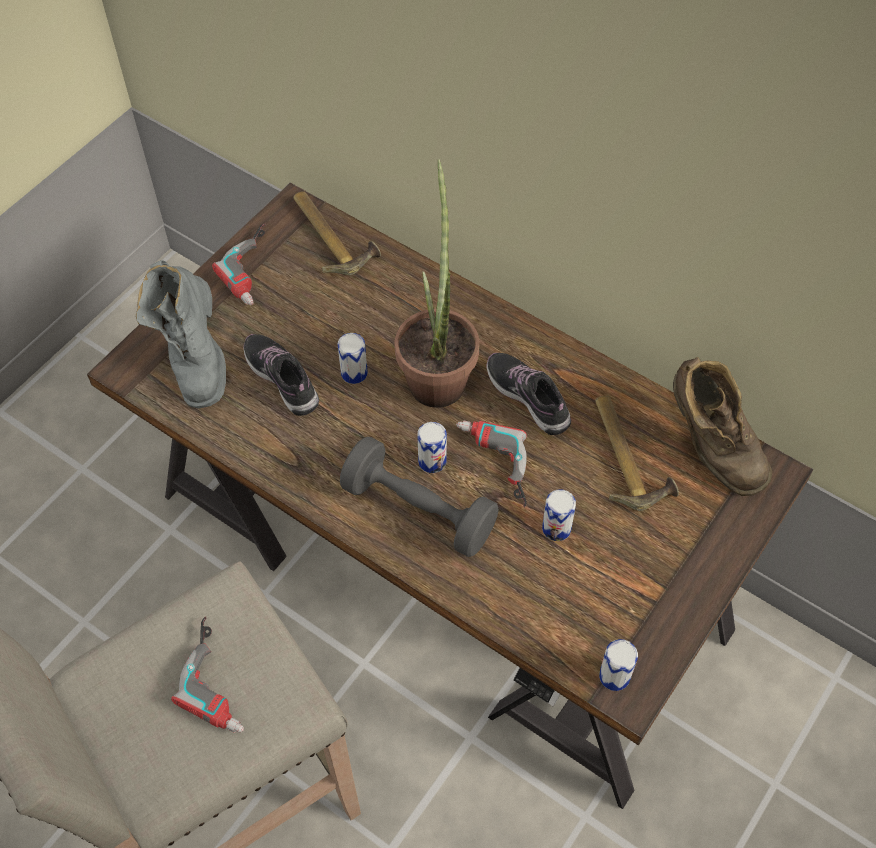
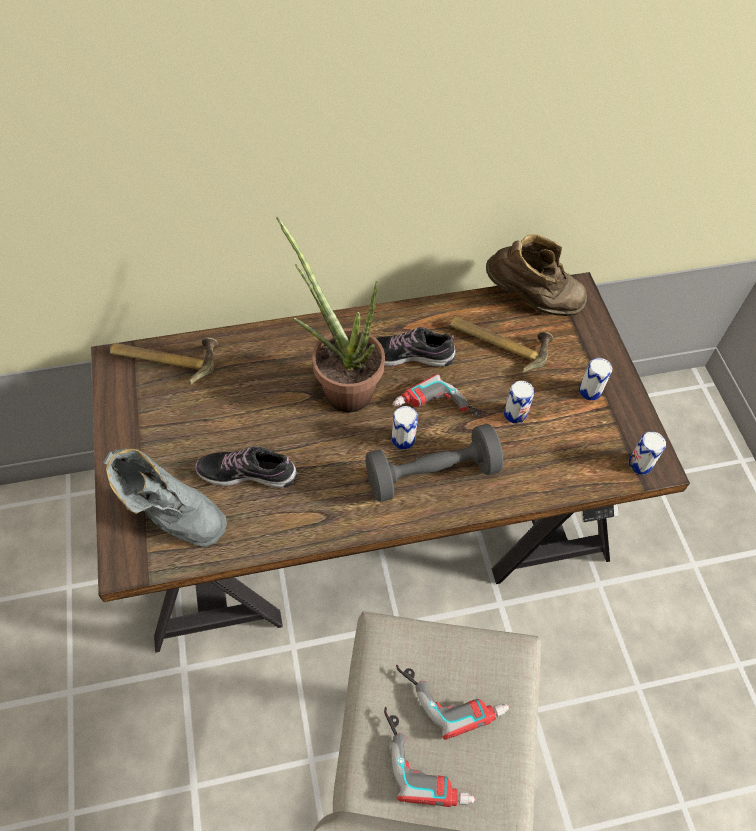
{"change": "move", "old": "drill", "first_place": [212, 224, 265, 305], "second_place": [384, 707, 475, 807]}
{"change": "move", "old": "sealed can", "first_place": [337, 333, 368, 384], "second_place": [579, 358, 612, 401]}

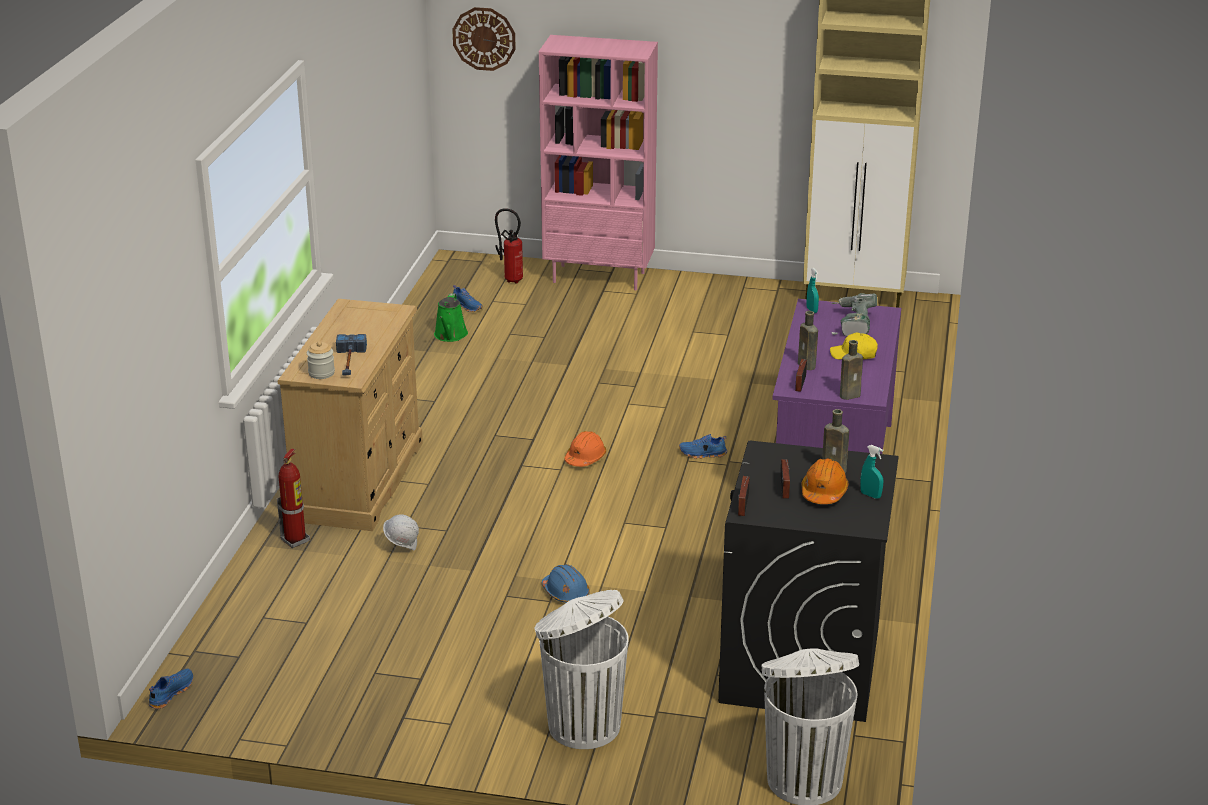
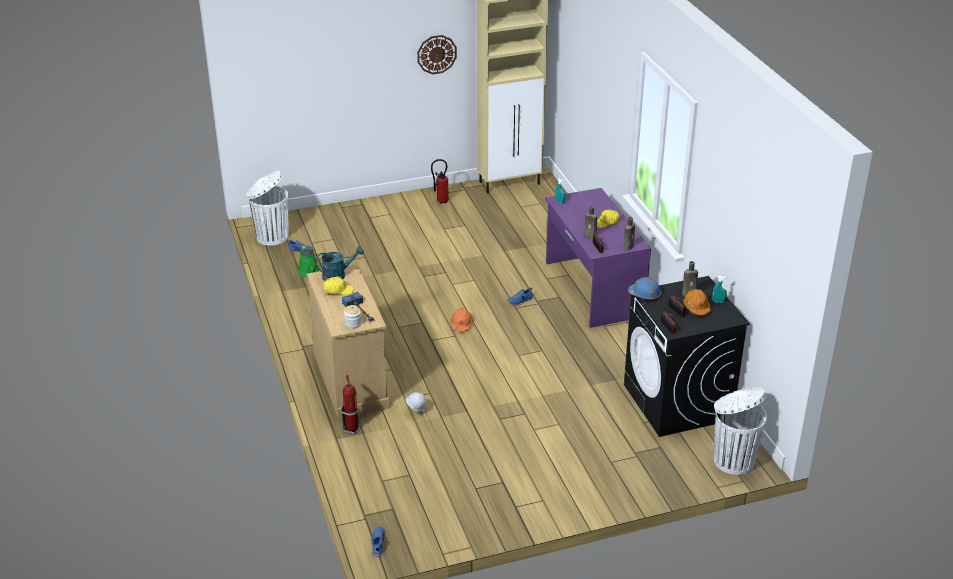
{"change": "move", "old": "hanging clock", "first_place": [452, 7, 516, 71], "second_place": [417, 35, 457, 74]}
{"change": "delete", "old": "bookcase/pinkish", "first_place": [539, 35, 658, 290]}
{"change": "move", "old": "fire-fighting cylinder", "first_place": [495, 208, 523, 284], "second_place": [431, 159, 449, 204]}
{"change": "delete", "old": "drill", "first_place": [832, 293, 877, 336]}
{"change": "move", "old": "work helmet/blue-coloured", "first_place": [542, 564, 589, 603], "second_place": [628, 277, 662, 300]}
{"change": "move", "old": "waste bin/white-coloured", "first_place": [534, 590, 629, 749], "second_place": [246, 171, 289, 246]}
{"change": "insert", "new": "sprinkling can/turquoise-coloured", "second_place": [315, 246, 364, 281]}
{"change": "insert", "new": "baseball cap/yellow-coloured", "second_place": [324, 276, 354, 295]}

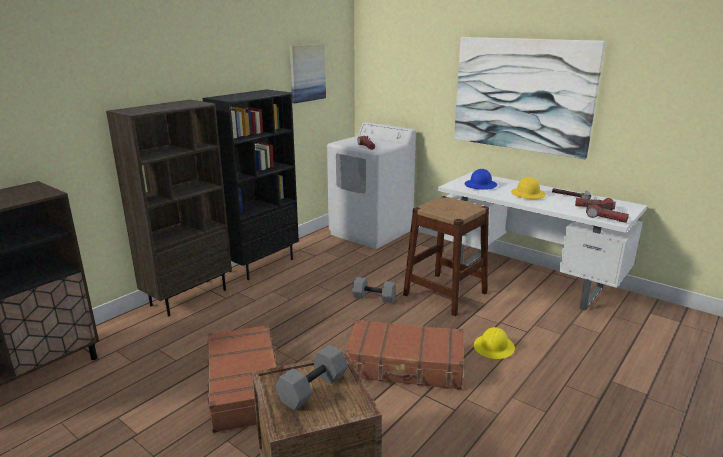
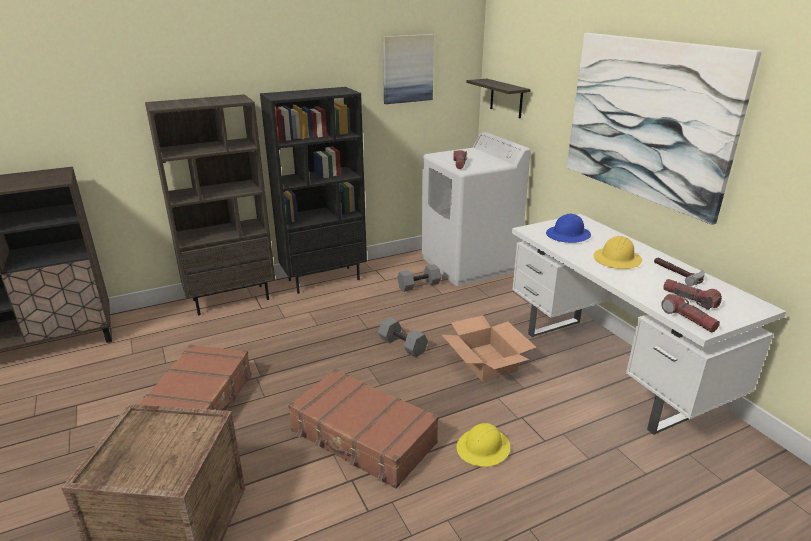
{"change": "replace", "old": "stool seat/brown-coloured", "new": "carton", "first_place": [403, 196, 489, 316], "second_place": [442, 315, 536, 381]}
{"change": "move", "old": "hand weight/gray", "first_place": [275, 345, 348, 411], "second_place": [397, 264, 441, 292]}
{"change": "insert", "new": "shelf", "second_place": [466, 79, 531, 118]}

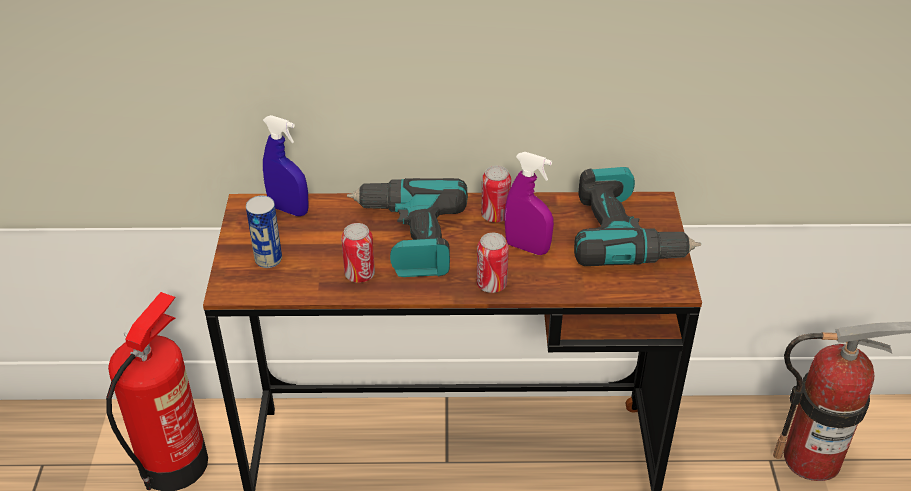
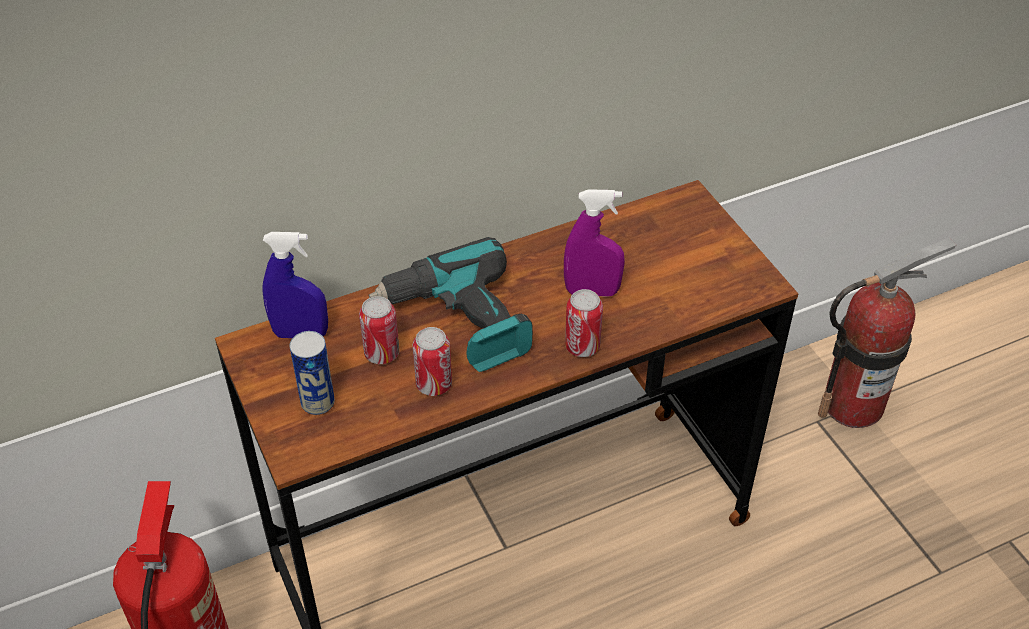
{"change": "move", "old": "sealed can", "first_place": [481, 165, 511, 222], "second_place": [359, 296, 400, 364]}
{"change": "delete", "old": "drill", "first_place": [574, 167, 701, 266]}

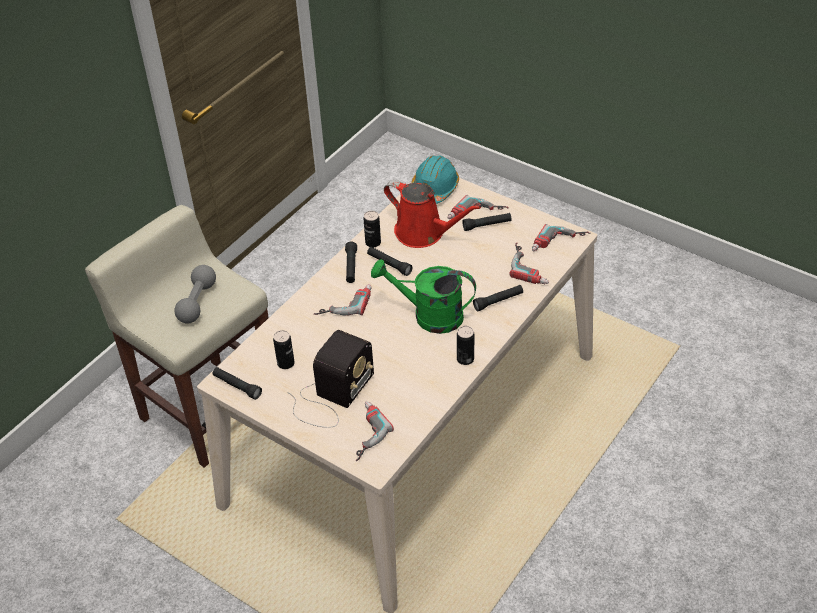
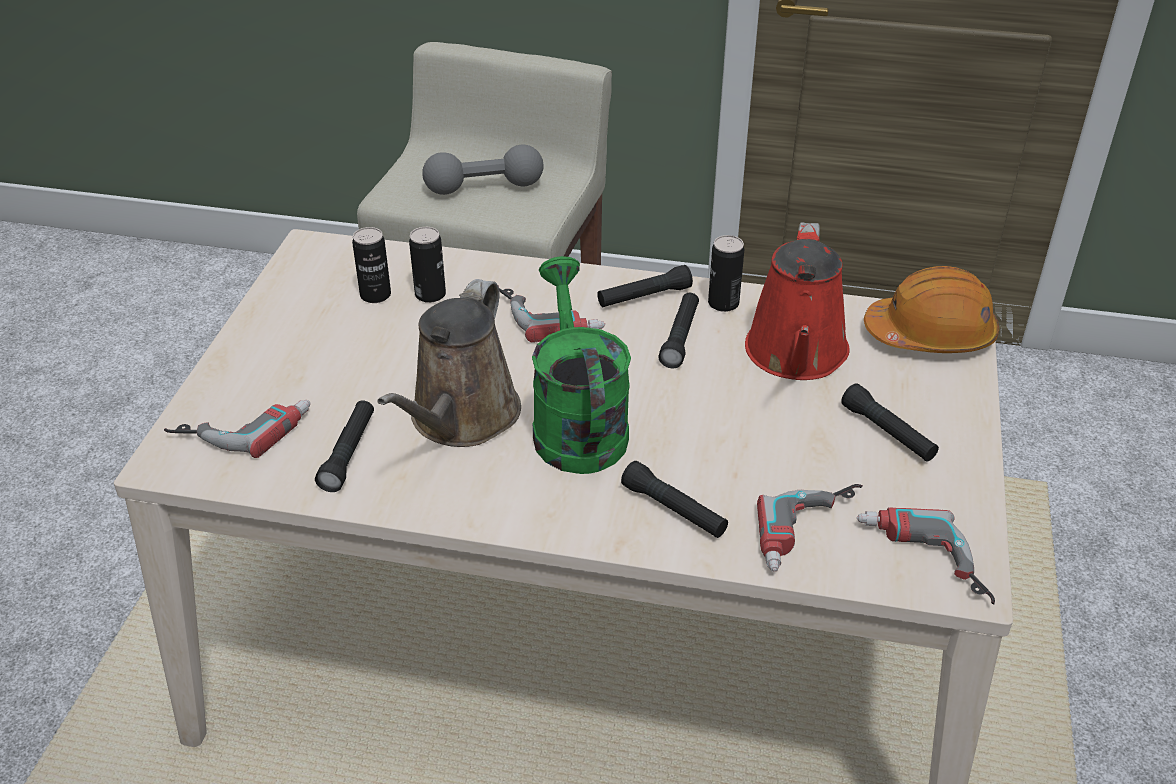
{"change": "recolor", "old": "work helmet/turquoise-coloured", "new": "work helmet/orange-coloured", "first_place": [411, 155, 459, 204], "second_place": [864, 266, 999, 353]}
{"change": "delete", "old": "drill", "first_place": [448, 195, 508, 219]}
{"change": "move", "old": "sealed can", "first_place": [457, 326, 474, 365], "second_place": [409, 227, 446, 303]}
{"change": "delete", "old": "radio", "first_place": [287, 330, 374, 428]}
{"change": "move", "old": "torch/black", "first_place": [213, 367, 262, 400], "second_place": [315, 401, 374, 492]}
{"change": "insert", "new": "sprinkling can/brown-coloured", "second_place": [378, 279, 521, 447]}

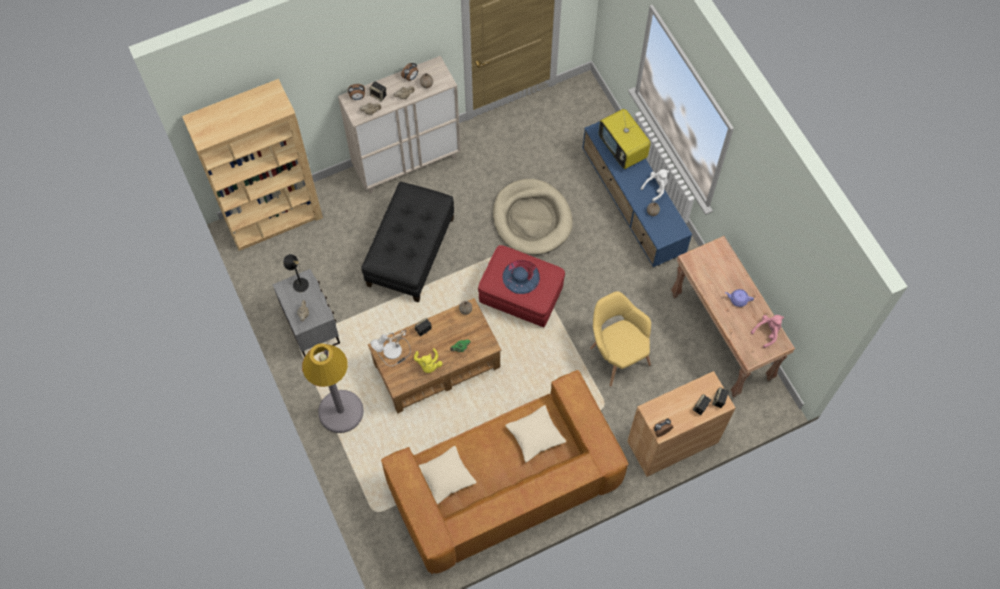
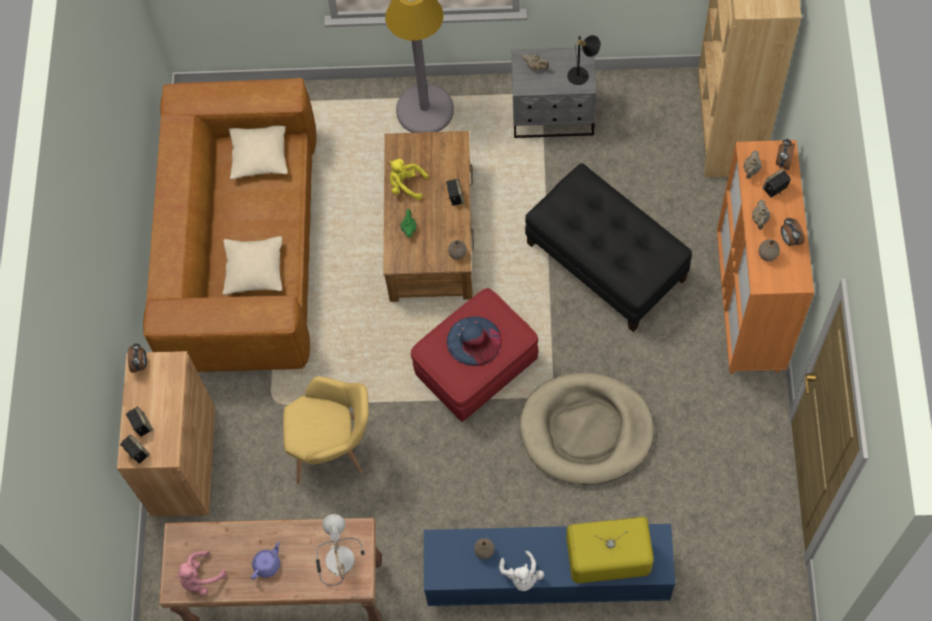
{"change": "recolor", "old": "storage cabinet/sand-coloured", "new": "storage cabinet/orange-coloured", "first_place": [338, 56, 461, 194], "second_place": [717, 140, 814, 374]}
{"change": "rotate", "old": "cuddly toy/pinkish", "first_place": [751, 315, 784, 348], "second_place": [175, 551, 227, 596], "degrees": 60}
{"change": "move", "old": "tabletop lamp", "first_place": [370, 329, 411, 366], "second_place": [316, 514, 365, 586]}

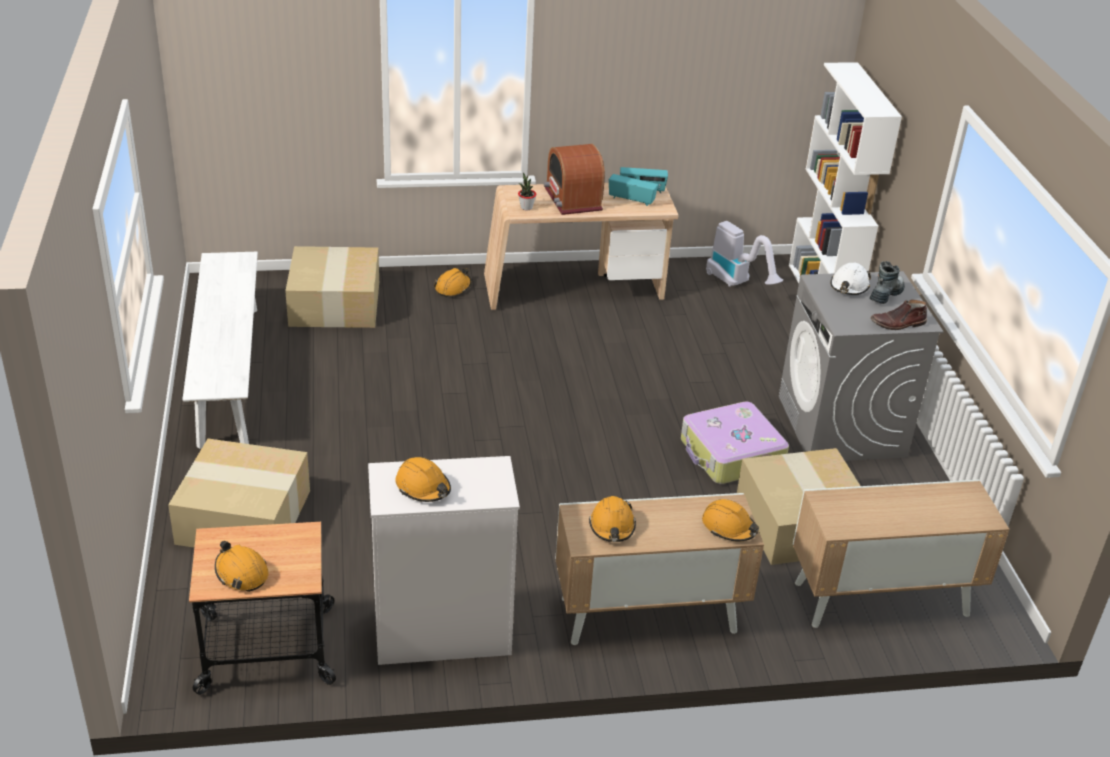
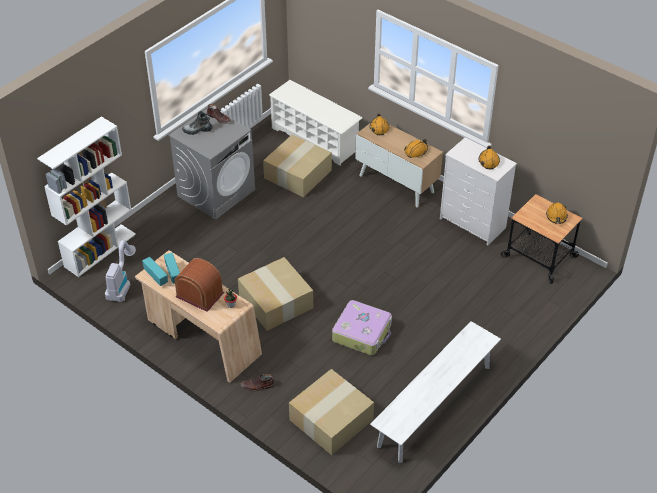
{"change": "rotate", "old": "radio", "first_place": [544, 144, 605, 215], "second_place": [175, 258, 224, 312], "degrees": -90}
{"change": "delete", "old": "work helmet/white-coloured", "first_place": [830, 263, 871, 295]}
{"change": "replace", "old": "work helmet/orange-coloured", "new": "boot/brown-coloured", "first_place": [434, 268, 471, 297], "second_place": [241, 374, 275, 391]}
{"change": "move", "old": "travel case", "first_place": [681, 402, 789, 484], "second_place": [332, 300, 392, 355]}
{"change": "move", "old": "carton", "first_place": [168, 439, 310, 547], "second_place": [238, 257, 313, 331]}
{"change": "replace", "old": "storage cabinet", "new": "shoe shelf/white-coloured", "first_place": [793, 480, 1009, 628], "second_place": [269, 80, 362, 166]}

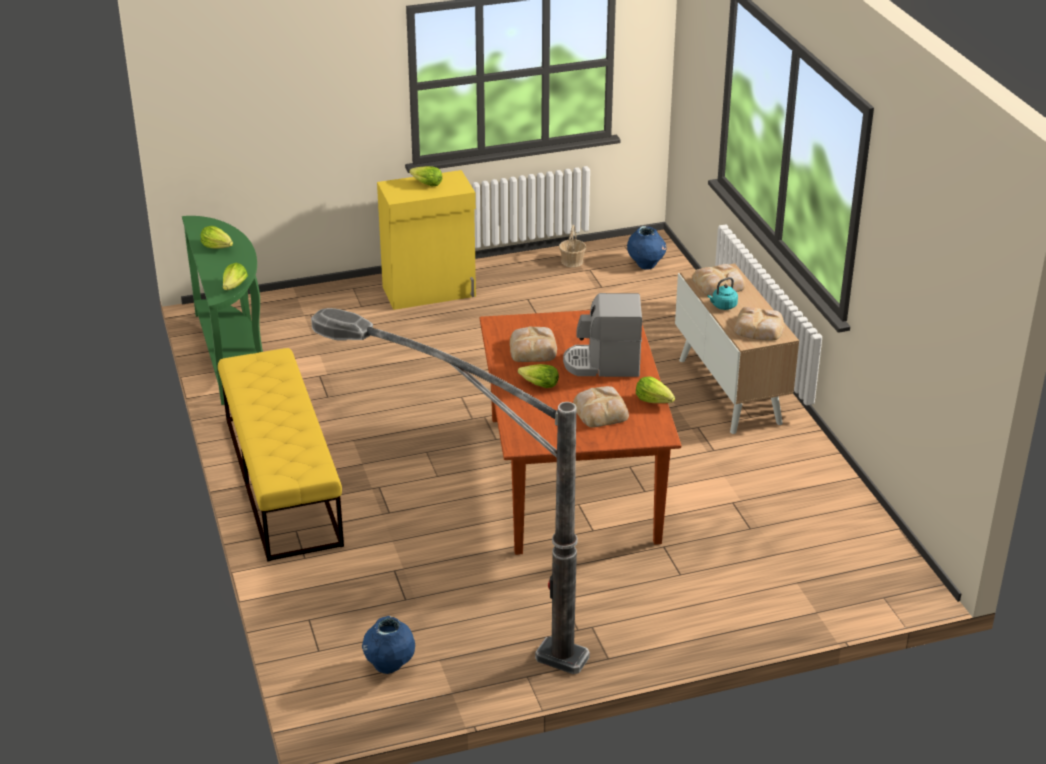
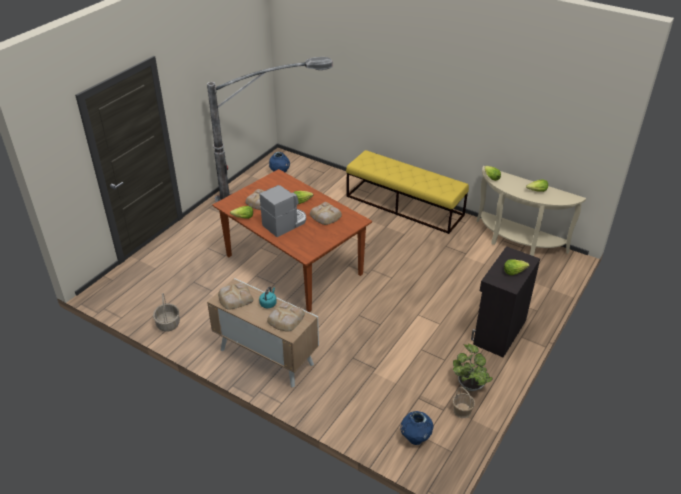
{"change": "recolor", "old": "storage cabinet/yellow-coloured", "new": "storage cabinet/black", "first_place": [377, 170, 476, 310], "second_place": [471, 246, 540, 358]}
{"change": "recolor", "old": "console table/green", "new": "console table/sand-coloured", "first_place": [182, 216, 263, 405], "second_place": [476, 166, 586, 256]}
{"change": "insert", "new": "storage basket", "second_place": [153, 293, 180, 332]}
{"change": "insert", "new": "plant in a pot", "second_place": [453, 344, 492, 391]}

